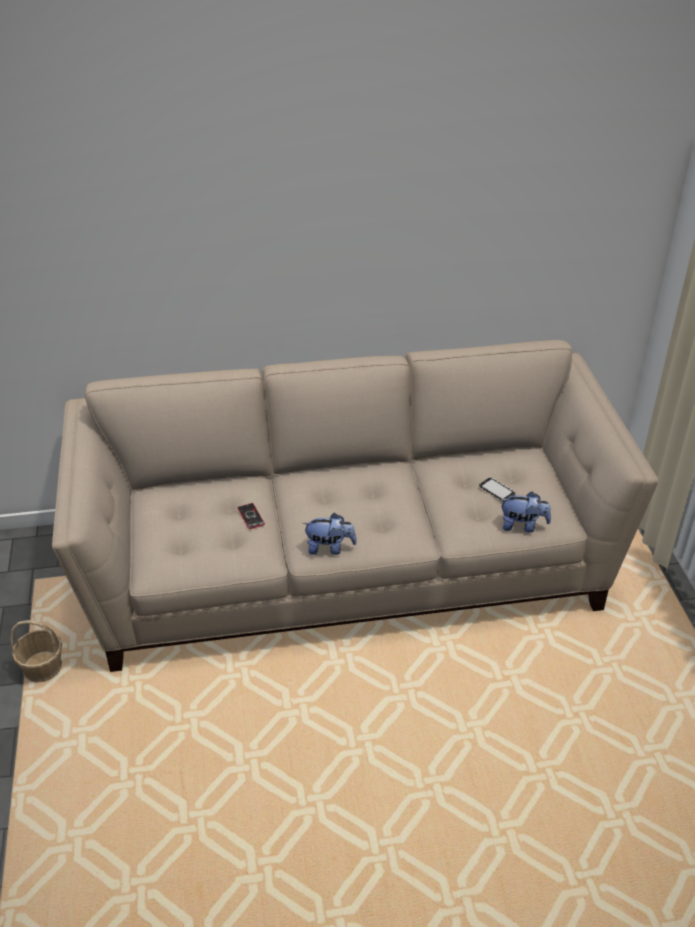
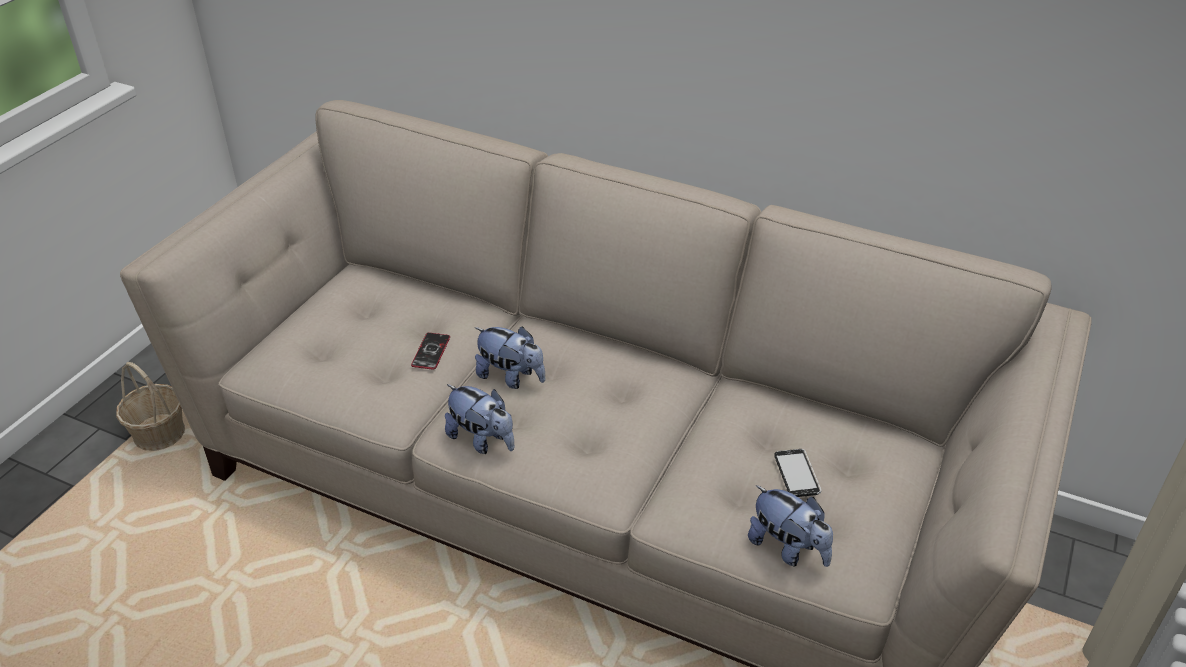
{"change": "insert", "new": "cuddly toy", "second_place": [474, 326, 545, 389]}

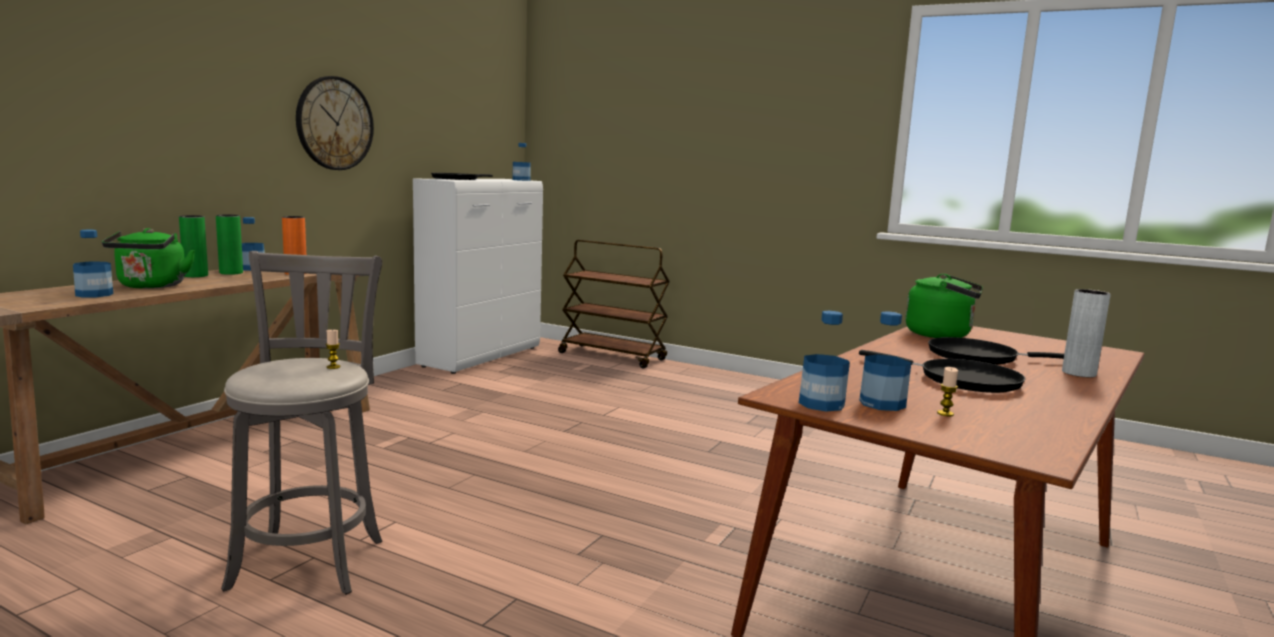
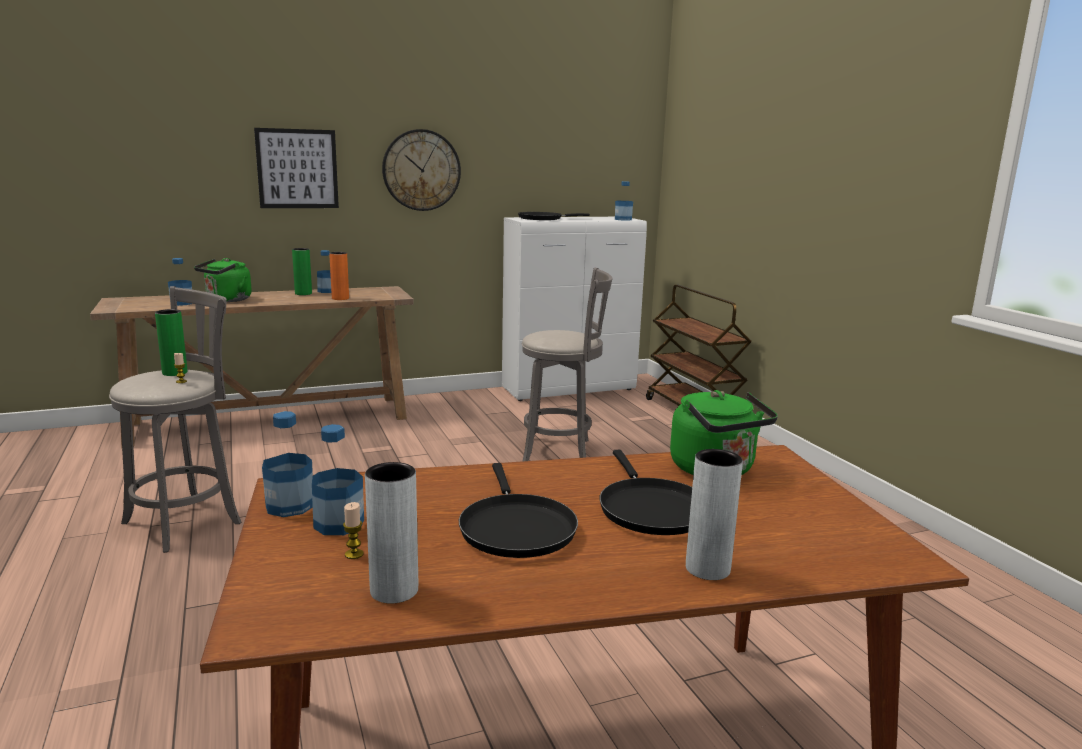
{"change": "move", "old": "flower vase/green", "first_place": [179, 215, 208, 277], "second_place": [155, 309, 188, 376]}
{"change": "rotate", "old": "skillet/black", "first_place": [928, 337, 1064, 365], "second_place": [600, 450, 692, 535], "degrees": -150}
{"change": "insert", "new": "wall picture", "second_place": [254, 128, 339, 208]}
{"change": "insert", "new": "stool seat/gray", "second_place": [522, 268, 612, 461]}
{"change": "insert", "new": "flower vase/gray", "second_place": [365, 462, 418, 603]}

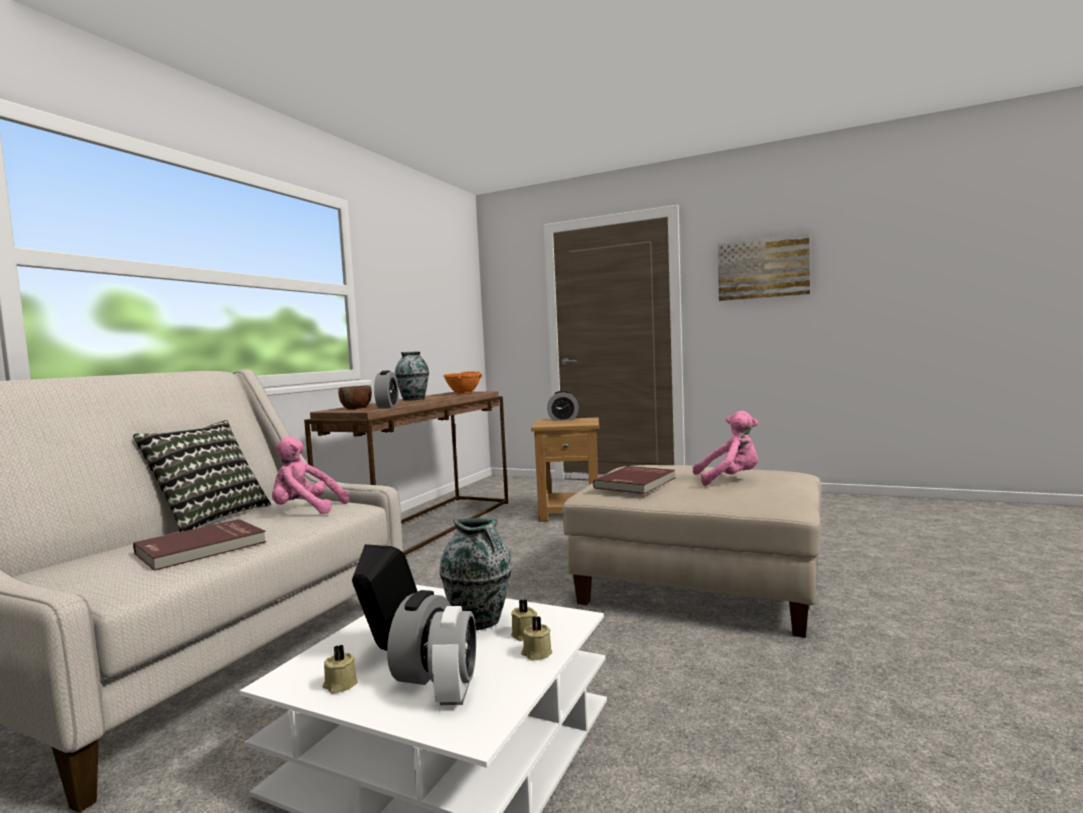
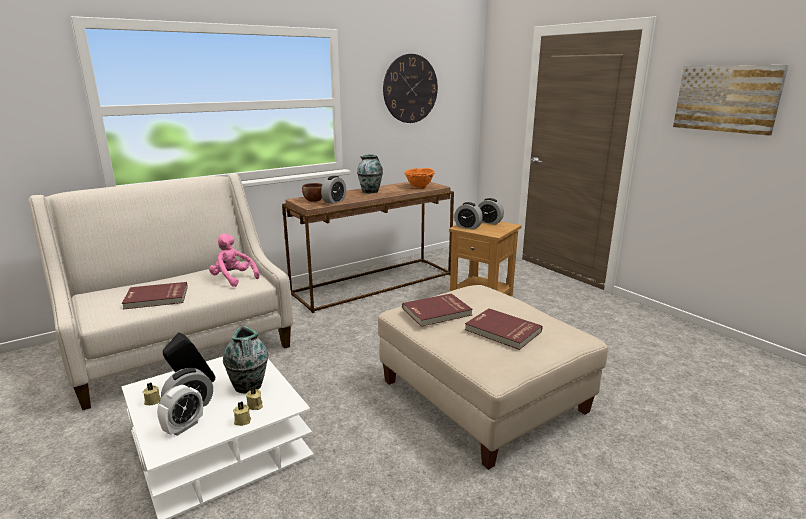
{"change": "replace", "old": "cuddly toy/pinkish", "new": "book/red", "first_place": [692, 411, 758, 486], "second_place": [465, 308, 543, 350]}
{"change": "delete", "old": "pillow", "first_place": [133, 420, 271, 532]}
{"change": "insert", "new": "hanging clock", "second_place": [383, 54, 438, 123]}
{"change": "insert", "new": "table clock", "second_place": [454, 202, 483, 230]}

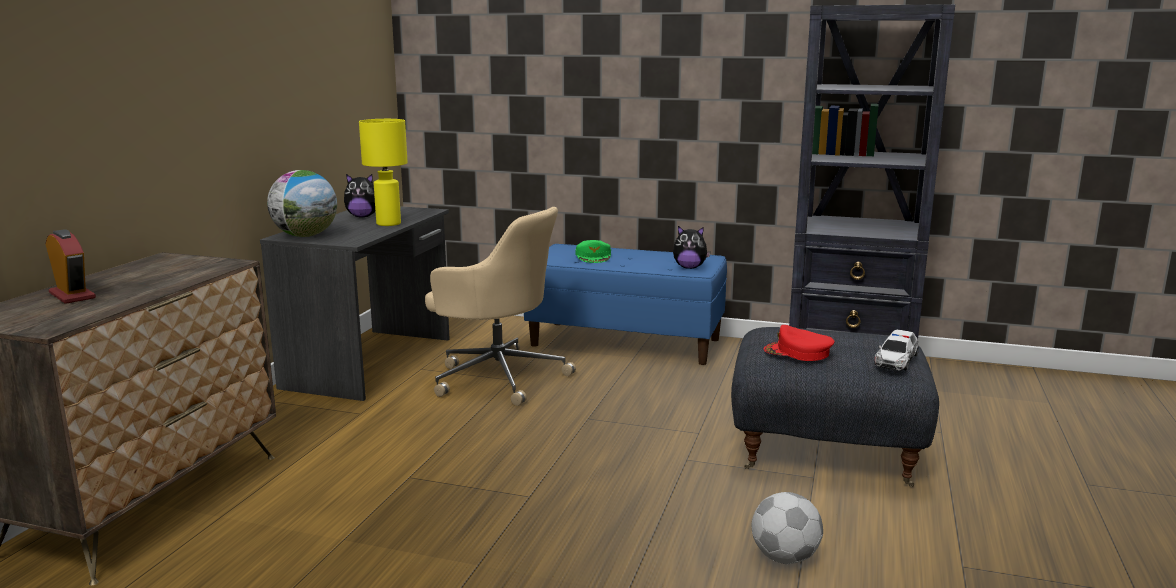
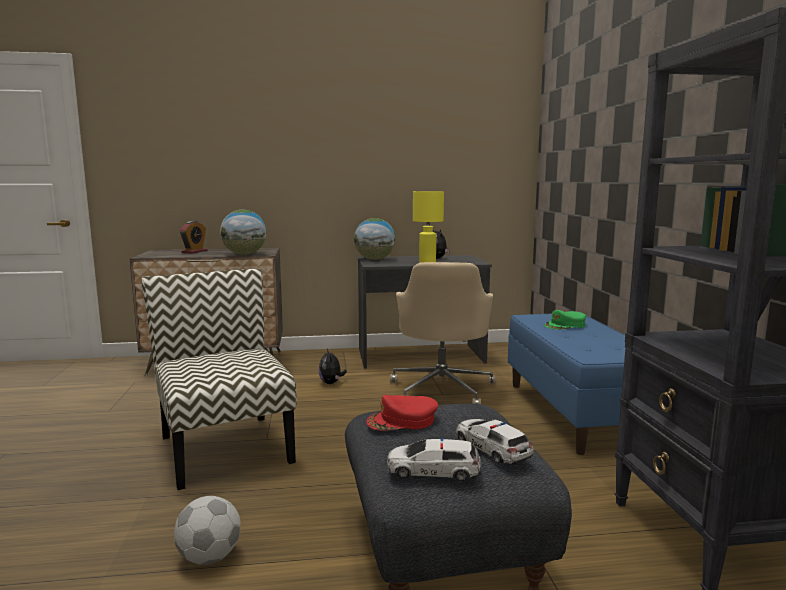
{"change": "move", "old": "cuddly toy", "first_place": [673, 226, 710, 269], "second_place": [319, 349, 347, 384]}
{"change": "rotate", "old": "baseball cap/red", "first_place": [764, 325, 835, 361], "second_place": [366, 395, 438, 431], "degrees": -105}
{"change": "insert", "new": "globe", "second_place": [220, 210, 266, 255]}
{"change": "insert", "new": "upright chair", "second_place": [142, 269, 297, 490]}
{"change": "insert", "new": "toy car", "second_place": [456, 419, 534, 464]}

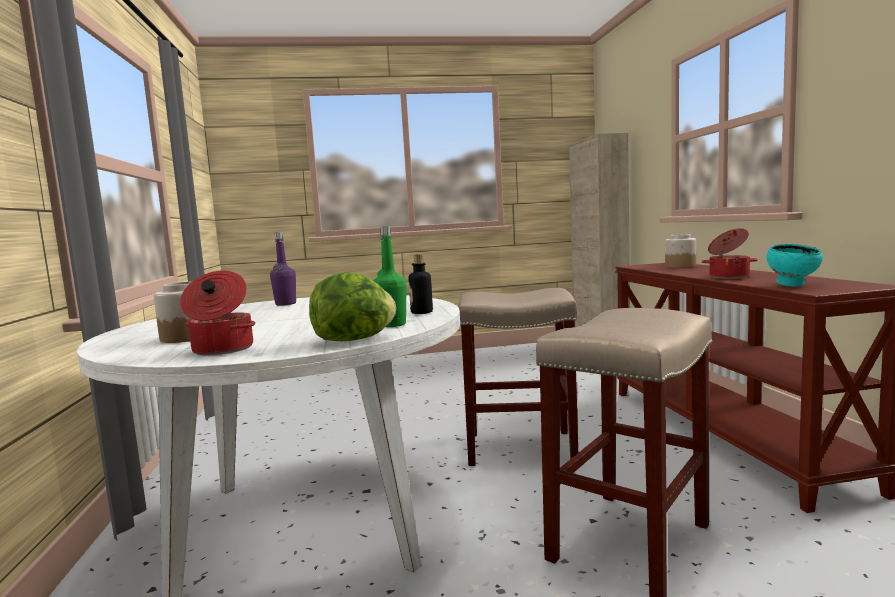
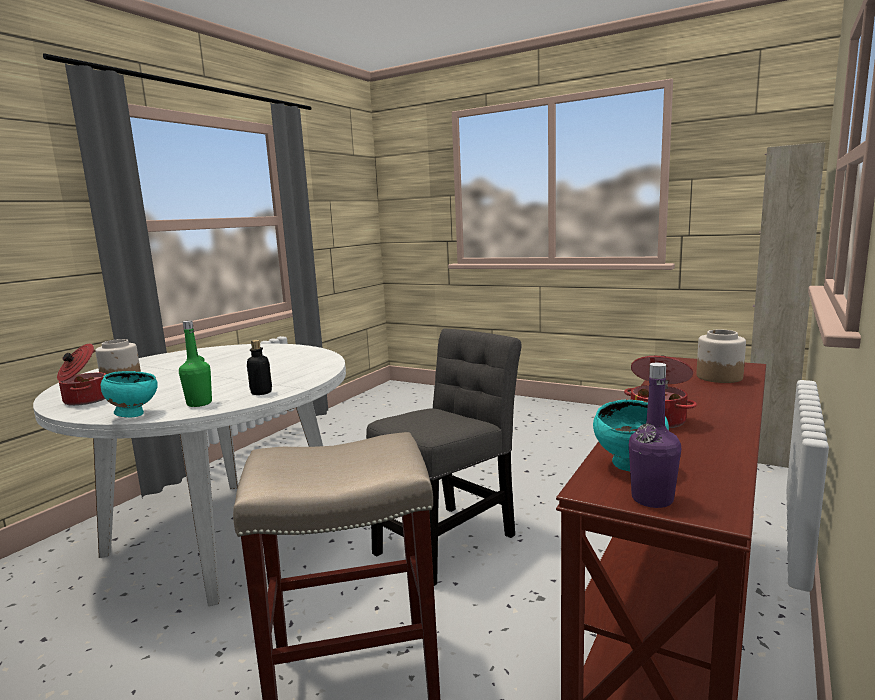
{"change": "move", "old": "beverage bottle/purple-coloured", "first_place": [270, 232, 296, 306], "second_place": [629, 363, 681, 508]}
{"change": "replace", "old": "head of lettuce", "new": "bowl/turquoise-coloured", "first_place": [309, 272, 396, 341], "second_place": [100, 371, 158, 418]}
{"change": "replace", "old": "stool seat/sand-coloured", "new": "upright chair/gray", "first_place": [458, 288, 578, 466], "second_place": [366, 329, 521, 586]}

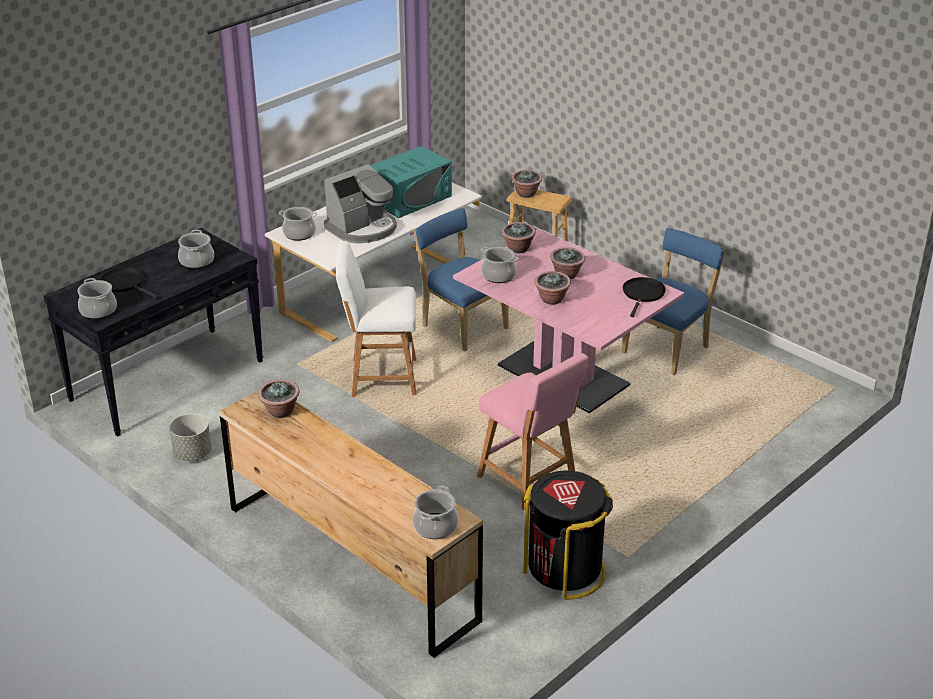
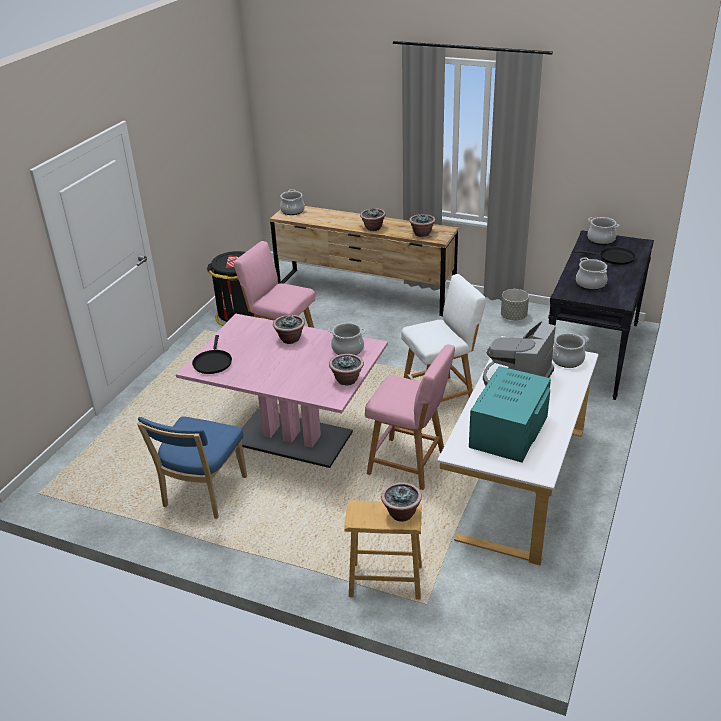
{"change": "replace", "old": "upright chair/blue-coloured", "new": "stool seat/pinkish", "first_place": [413, 208, 509, 351], "second_place": [365, 344, 455, 490]}
{"change": "move", "old": "plant in a pot", "first_place": [550, 247, 586, 279], "second_place": [360, 207, 386, 231]}

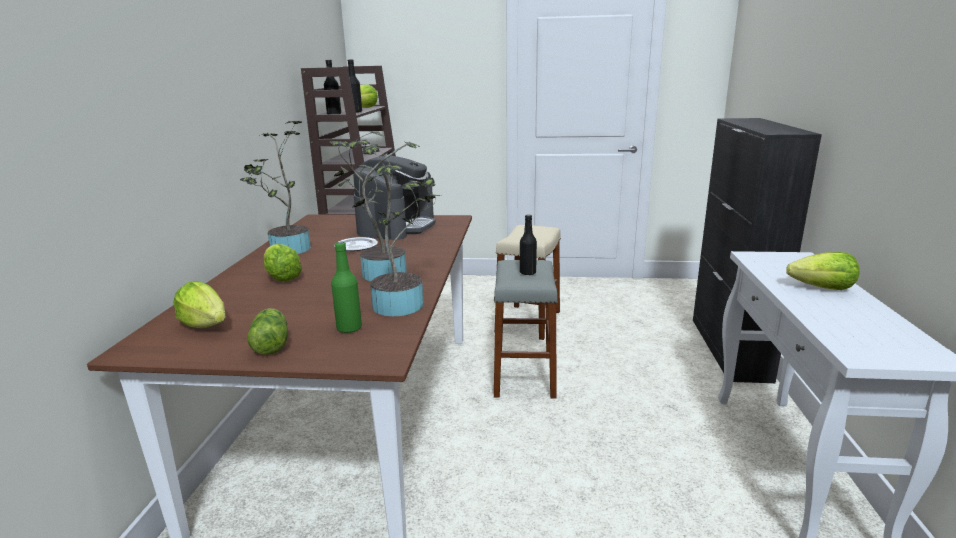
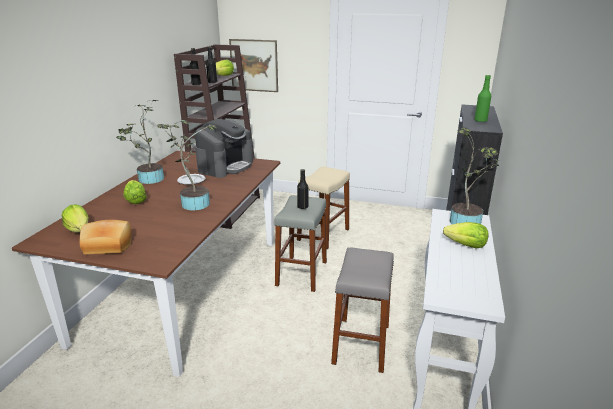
{"change": "move", "old": "plant in a pot", "first_place": [346, 139, 441, 316], "second_place": [450, 127, 500, 224]}
{"change": "move", "old": "beverage bottle/green", "first_place": [331, 242, 362, 333], "second_place": [474, 75, 491, 122]}
{"change": "replace", "old": "head of lettuce", "new": "bakery bread", "first_place": [247, 308, 288, 355], "second_place": [80, 220, 131, 254]}
{"change": "insert", "new": "wall picture", "second_place": [229, 39, 278, 92]}
{"change": "insert", "new": "stool seat/gray", "second_place": [331, 248, 394, 373]}

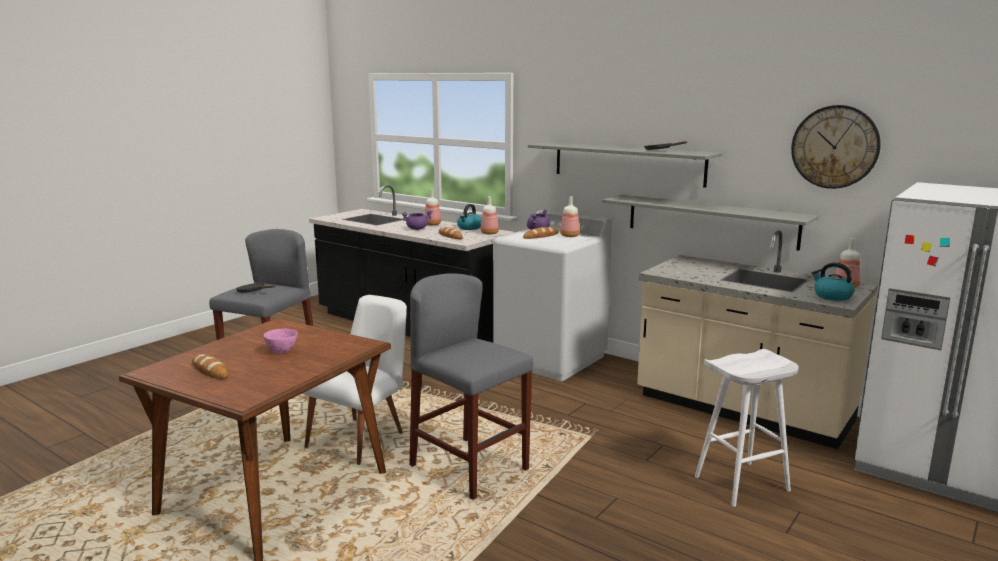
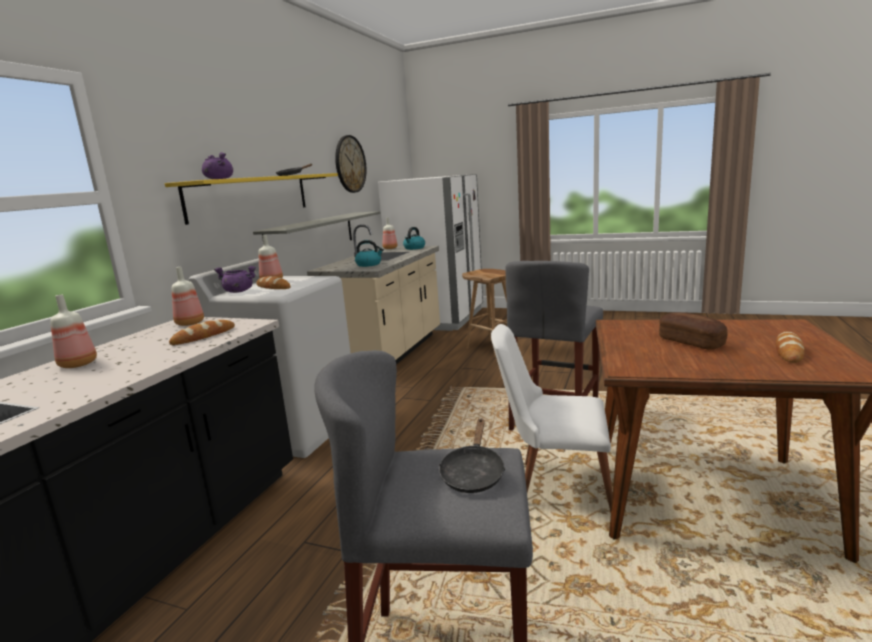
{"change": "recolor", "old": "shelf/gray", "new": "shelf/yellow-coloured", "first_place": [528, 142, 722, 188], "second_place": [165, 173, 338, 225]}
{"change": "move", "old": "water kettle", "first_place": [457, 204, 482, 230], "second_place": [355, 240, 384, 267]}
{"change": "move", "old": "stockpot/purple-coloured", "first_place": [402, 211, 432, 230], "second_place": [202, 152, 233, 179]}
{"change": "replace", "old": "bowl/pinkish", "new": "bakery bread", "first_place": [264, 329, 298, 354], "second_place": [659, 312, 728, 350]}
{"change": "recolor", "old": "stool seat/white-coloured", "new": "stool seat/brown-coloured", "first_place": [695, 349, 799, 507], "second_place": [462, 269, 520, 357]}

